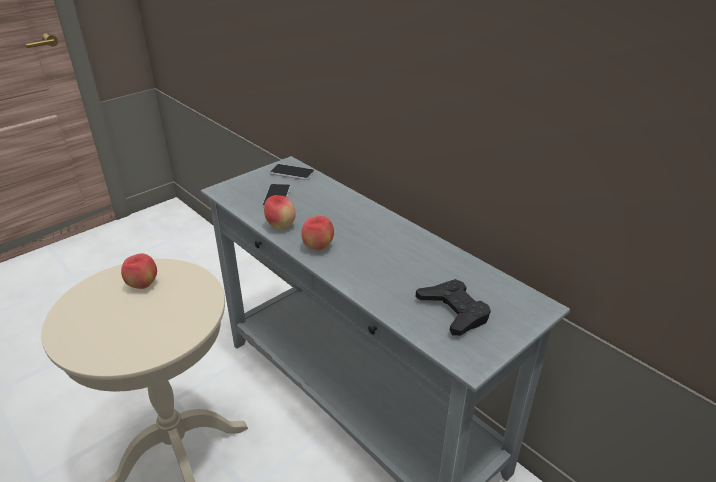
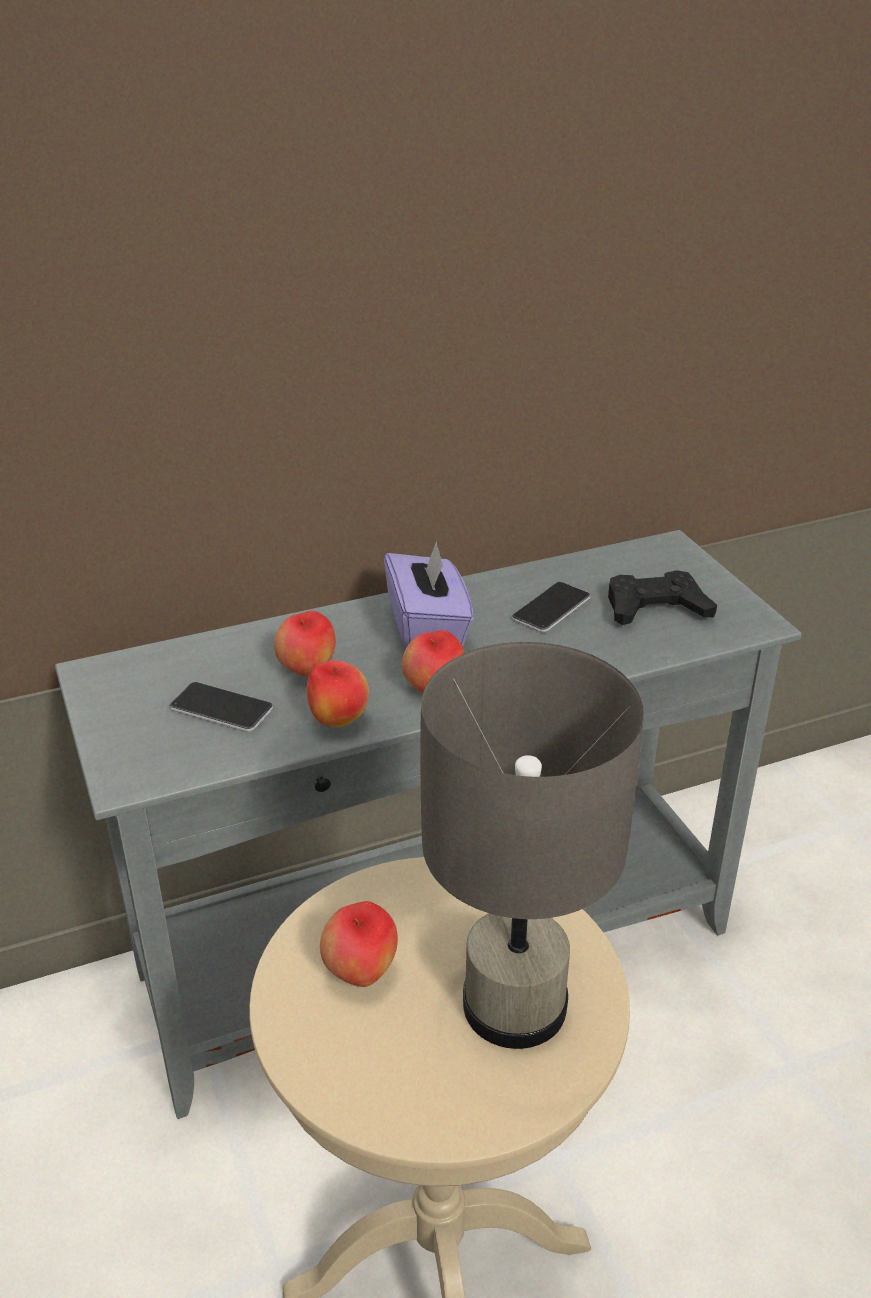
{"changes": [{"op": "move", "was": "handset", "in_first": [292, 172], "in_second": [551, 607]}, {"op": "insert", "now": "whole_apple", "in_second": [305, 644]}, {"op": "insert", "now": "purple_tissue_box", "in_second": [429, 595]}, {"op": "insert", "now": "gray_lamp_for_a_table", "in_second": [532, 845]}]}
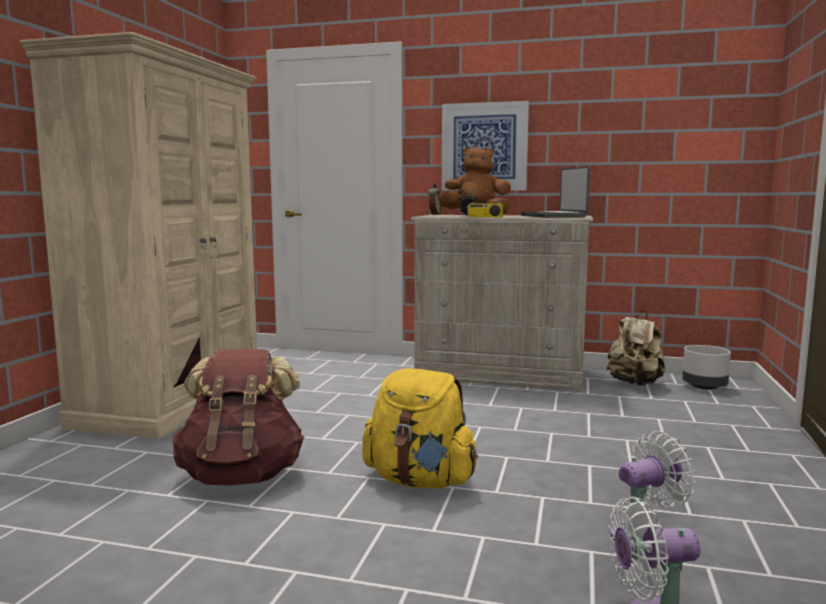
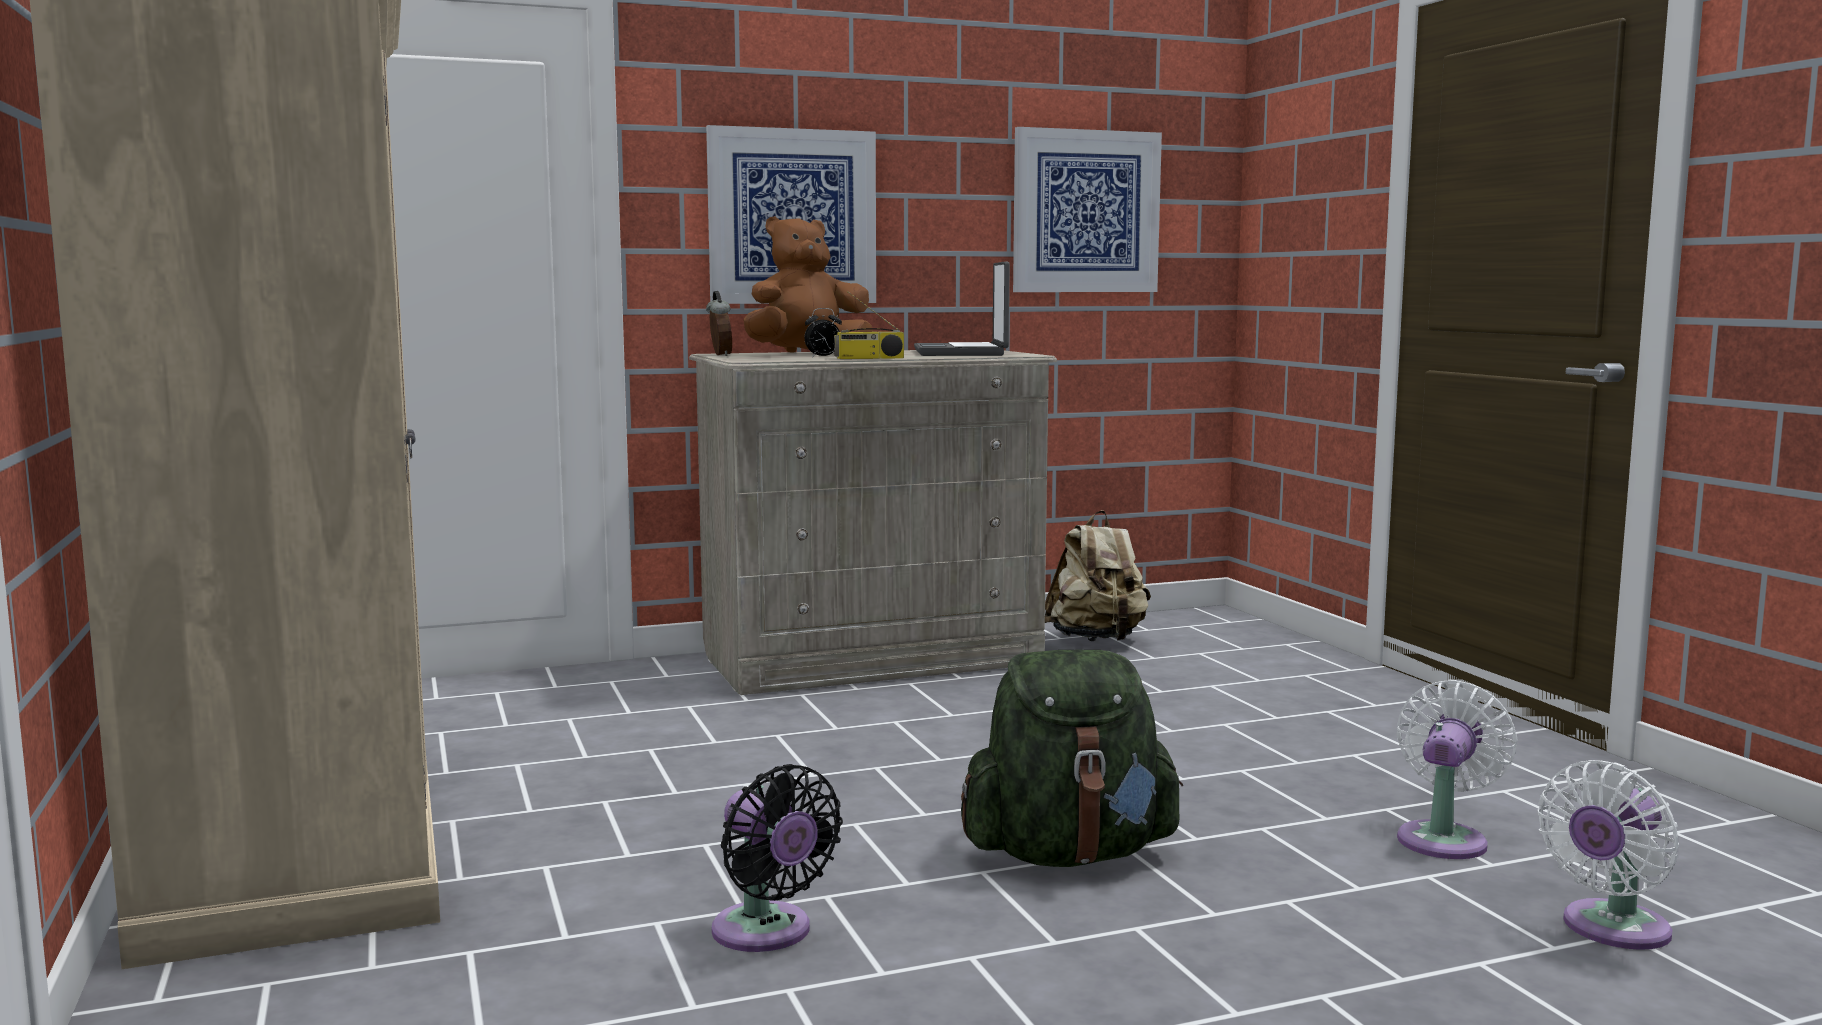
{"changes": [{"op": "replace", "was": "brownish_knapsack", "now": "black-coloured_fan", "in_first": [238, 417], "in_second": [777, 858]}, {"op": "recolor", "was": "yellowish_knapsack", "now": "greenish_knapsack", "in_first": [420, 428], "in_second": [1072, 758]}, {"op": "rotate", "was": "notebook_computer", "in_first": [555, 192], "in_second": [962, 308], "clockwise": 45}, {"op": "delete", "was": "gray_planter", "in_first": [706, 367]}, {"op": "insert", "now": "wall_art", "in_second": [1087, 209]}]}
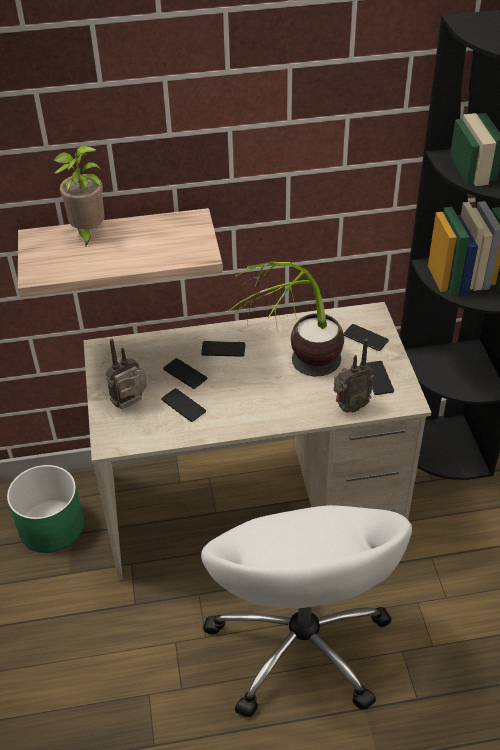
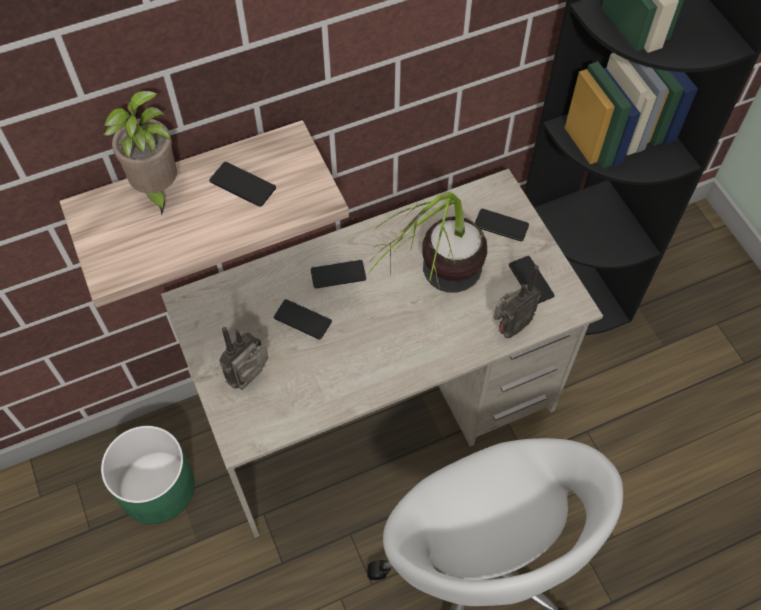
{"changes": [{"op": "move", "was": "handset", "in_first": [183, 405], "in_second": [242, 184]}]}
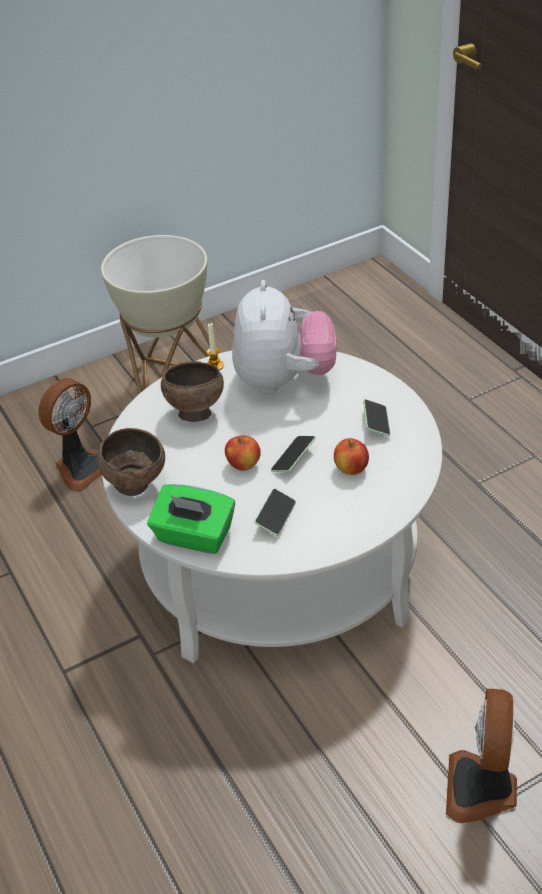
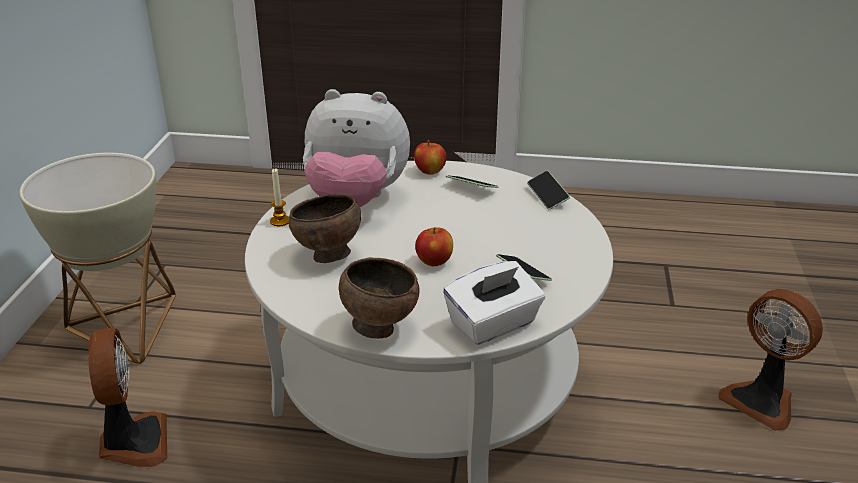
{"changes": [{"op": "recolor", "was": "greenish_tissue_box", "now": "white_tissue_box", "in_first": [191, 519], "in_second": [494, 303]}, {"op": "rotate", "was": "soft_toy", "in_first": [284, 337], "in_second": [356, 148], "clockwise": 150}, {"op": "move", "was": "handset", "in_first": [293, 454], "in_second": [548, 190]}, {"op": "move", "was": "whole_apple", "in_first": [351, 456], "in_second": [430, 157]}]}
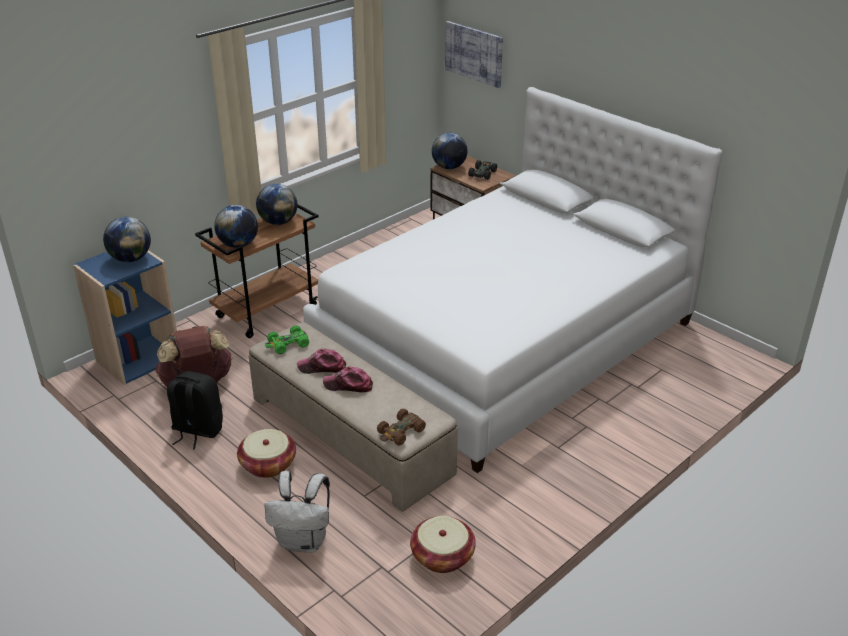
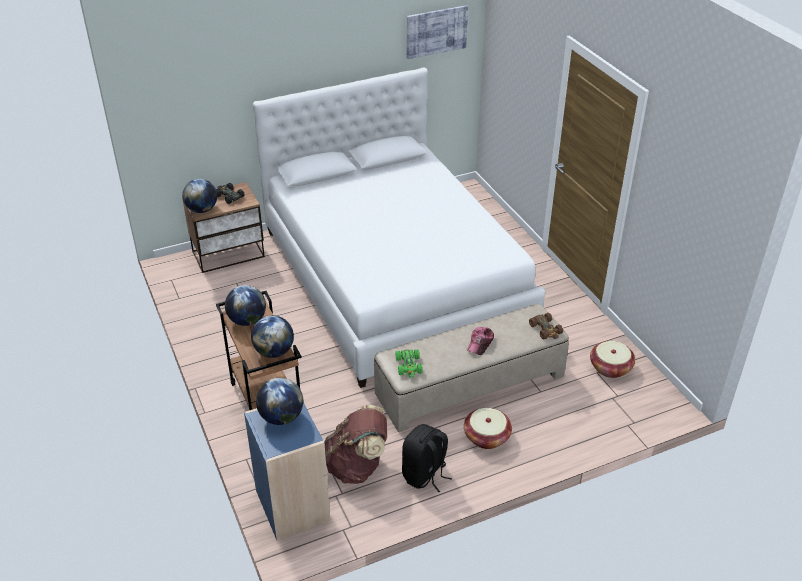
{"changes": [{"op": "delete", "was": "white_knapsack", "in_first": [297, 512]}, {"op": "delete", "was": "cap", "in_first": [321, 361]}, {"op": "move", "was": "wall_art", "in_first": [474, 54], "in_second": [437, 32]}]}
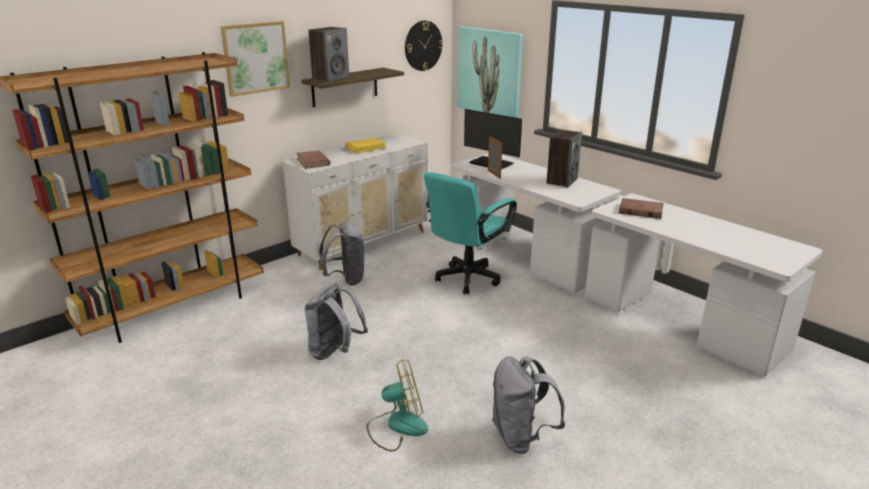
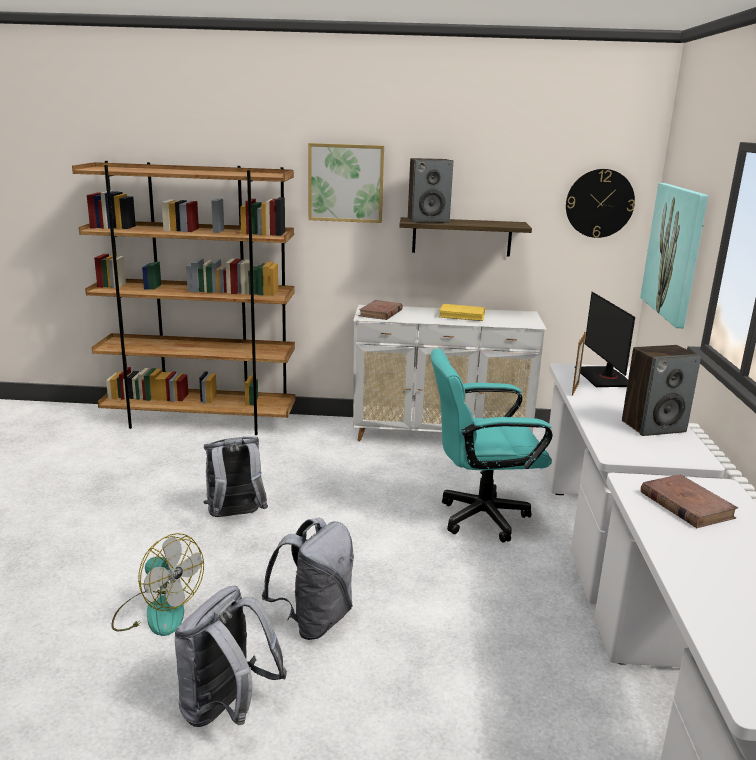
{"changes": [{"op": "move", "was": "gray_knapsack", "in_first": [342, 254], "in_second": [308, 579]}]}
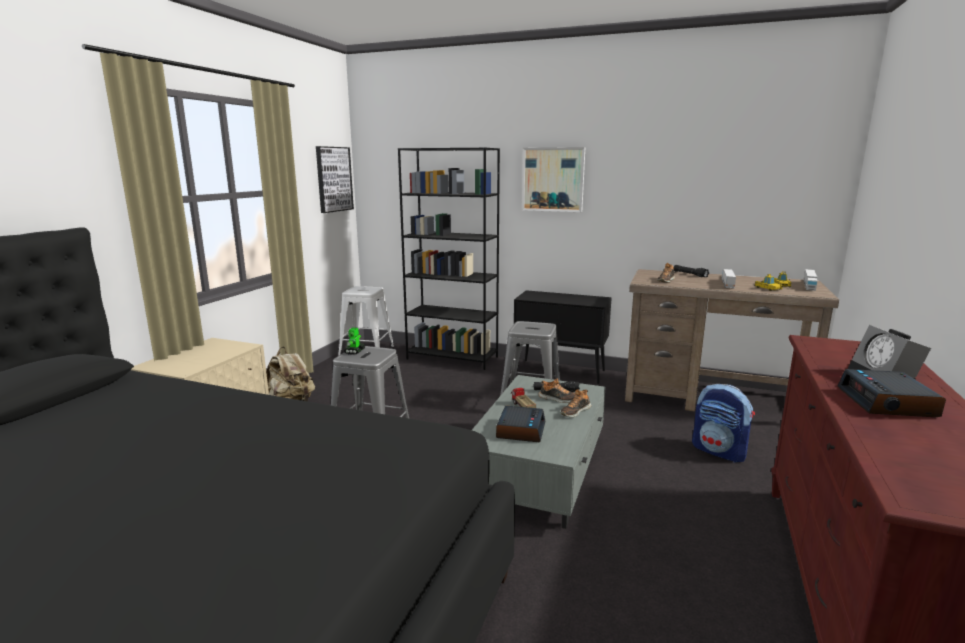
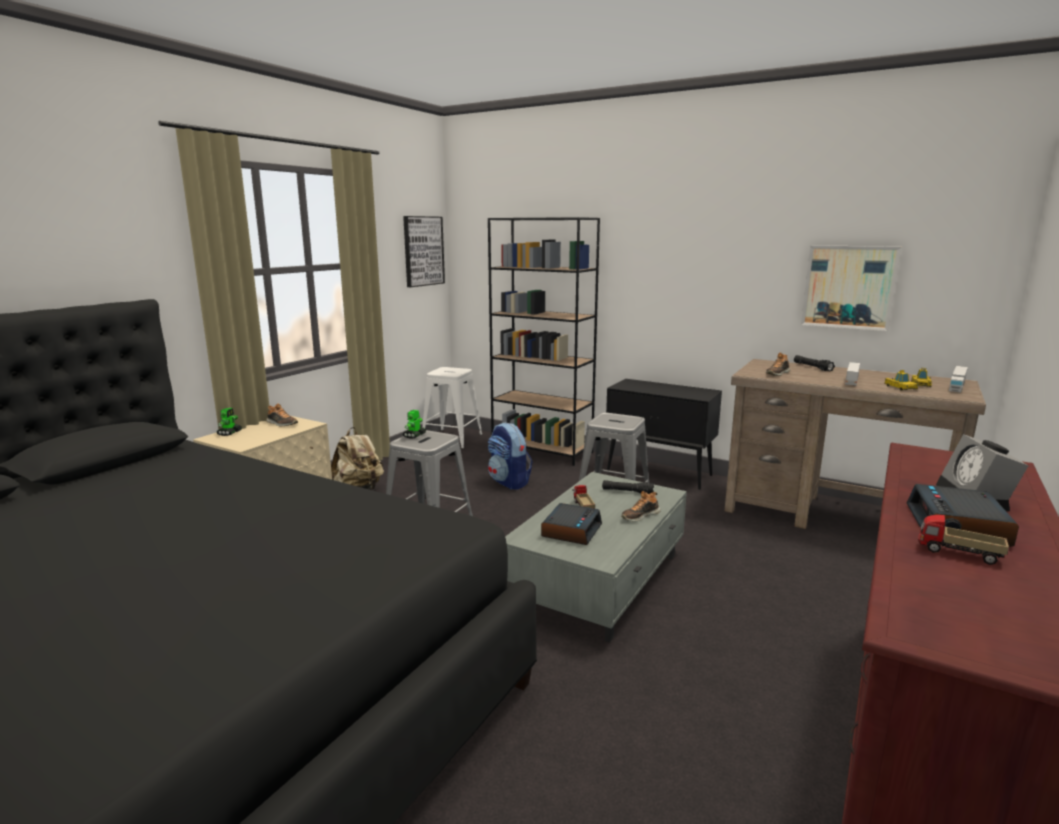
{"changes": [{"op": "recolor", "was": "black-coloured_bookshelf", "now": "beige-coloured_bookshelf", "in_first": [449, 259], "in_second": [544, 341]}, {"op": "move", "was": "wall_art", "in_first": [553, 179], "in_second": [851, 288]}, {"op": "move", "was": "shoe", "in_first": [557, 391], "in_second": [282, 415]}, {"op": "move", "was": "knapsack", "in_first": [723, 423], "in_second": [510, 456]}, {"op": "insert", "now": "robot_figure", "in_second": [229, 422]}, {"op": "insert", "now": "model_truck", "in_second": [963, 540]}]}
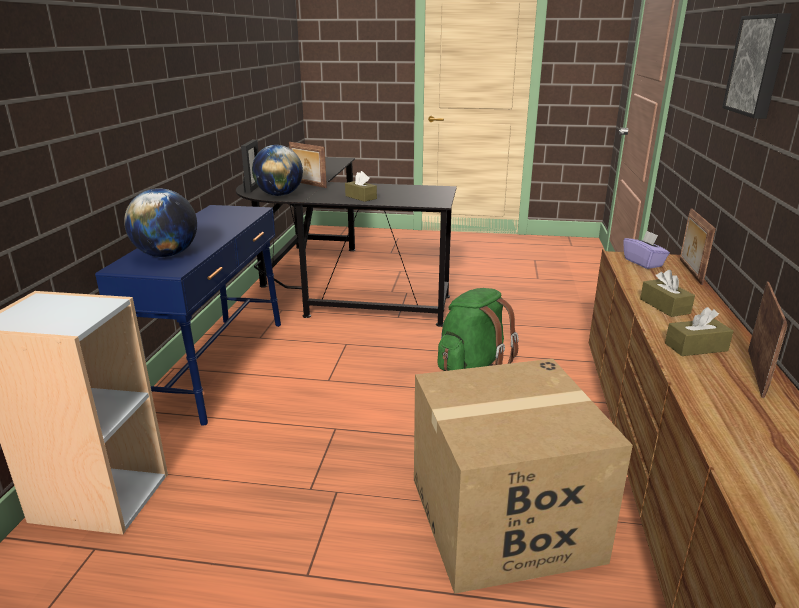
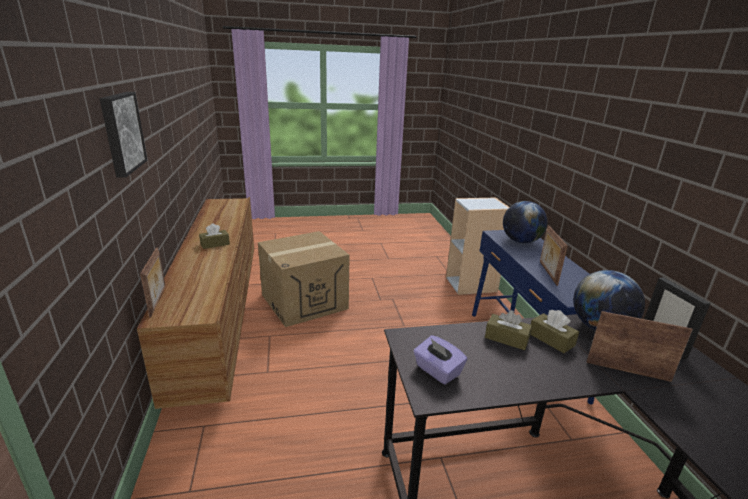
{"changes": [{"op": "delete", "was": "greenish_knapsack", "in_first": [478, 329]}, {"op": "move", "was": "purple_tissue_box", "in_first": [646, 250], "in_second": [440, 360]}, {"op": "move", "was": "brownish_tissue_box", "in_first": [667, 293], "in_second": [555, 331]}, {"op": "move", "was": "standing_frame", "in_first": [767, 340], "in_second": [554, 255]}]}
